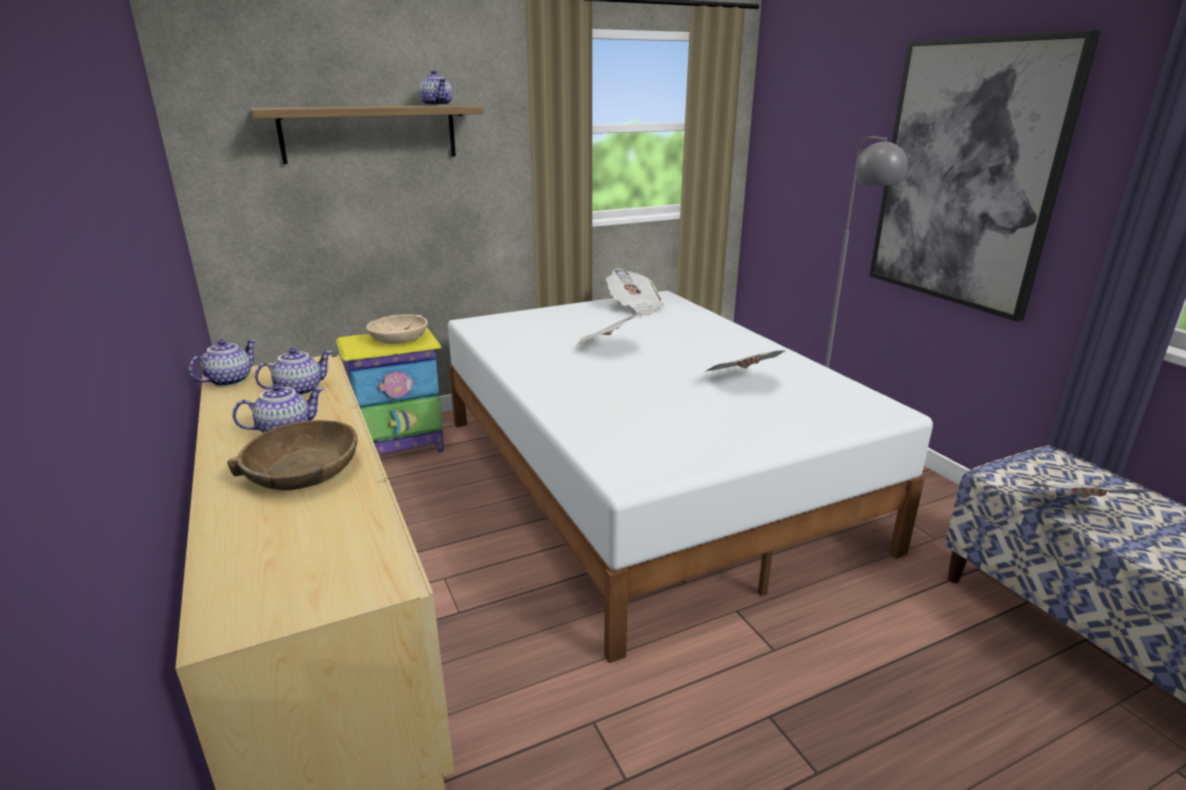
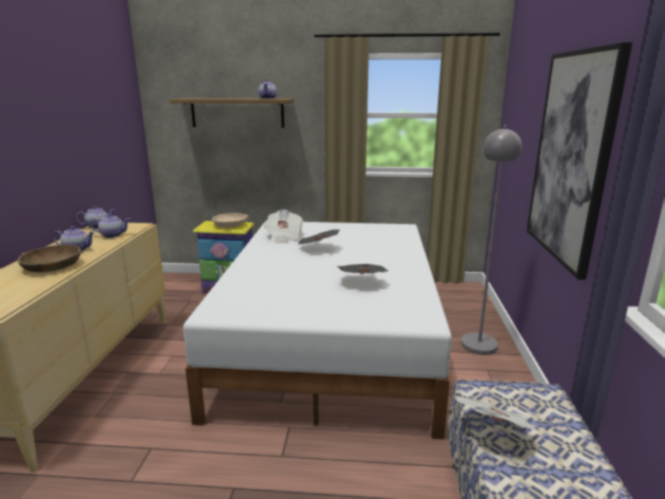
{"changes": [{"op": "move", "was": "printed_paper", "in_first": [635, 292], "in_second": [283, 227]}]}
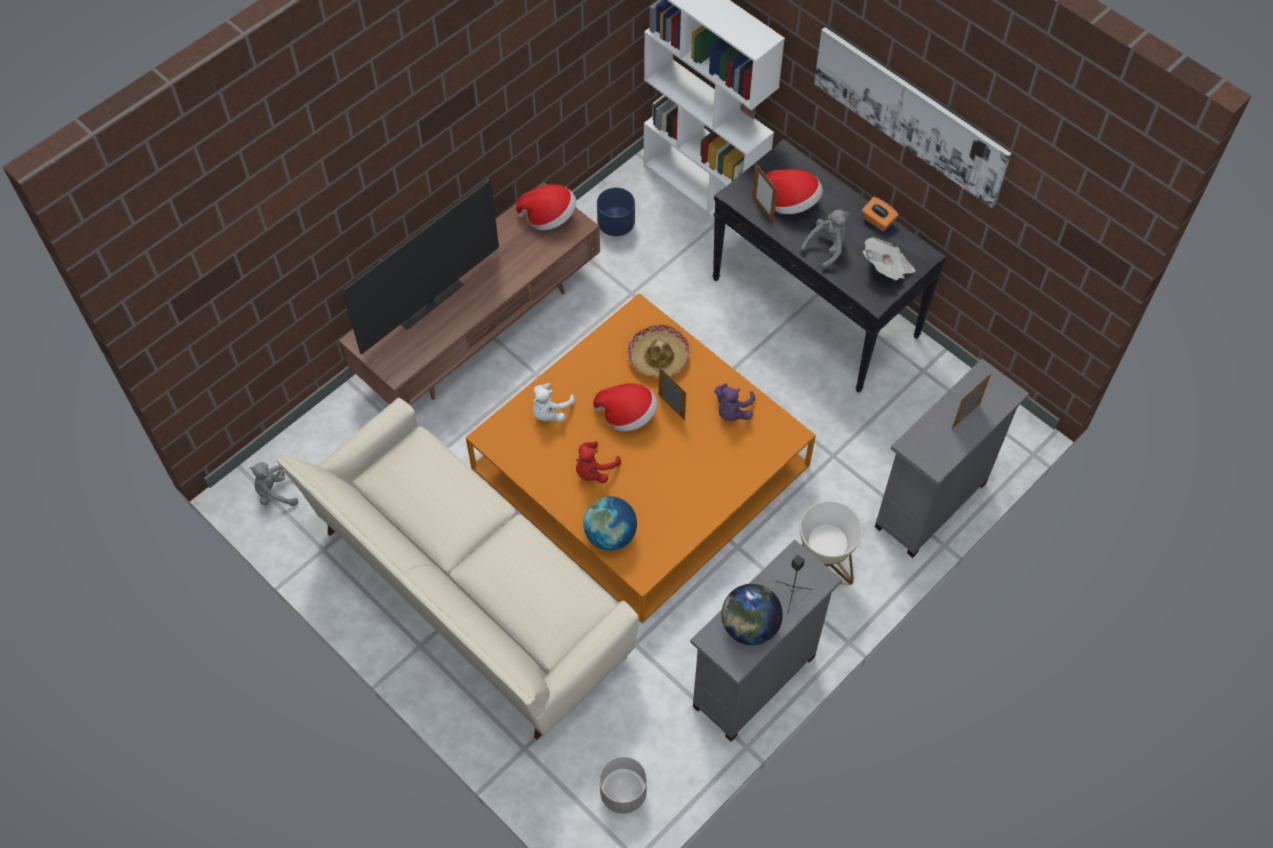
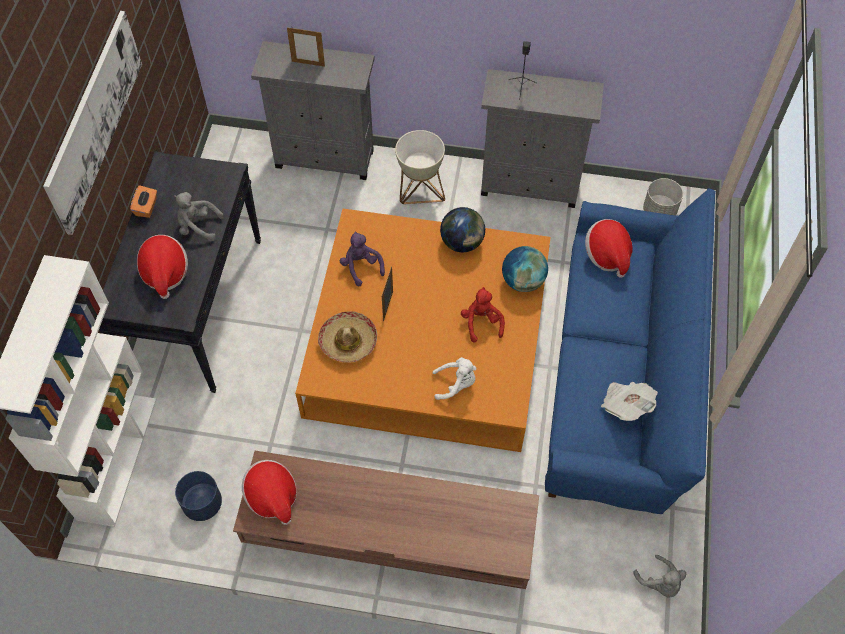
{"changes": [{"op": "recolor", "was": "beige-coloured_sofa", "now": "blue-coloured_sofa", "in_first": [458, 569], "in_second": [630, 351]}, {"op": "delete", "was": "TV_set", "in_first": [421, 267]}, {"op": "rotate", "was": "reddish_soft_toy", "in_first": [598, 462], "in_second": [483, 314], "clockwise": -105}, {"op": "move", "was": "hat", "in_first": [625, 407], "in_second": [609, 248]}, {"op": "rotate", "was": "purple_soft_toy", "in_first": [734, 402], "in_second": [362, 258], "clockwise": -105}, {"op": "move", "was": "world_globe", "in_first": [752, 614], "in_second": [462, 229]}, {"op": "delete", "was": "standing_frame", "in_first": [765, 193]}, {"op": "move", "was": "printed_paper", "in_first": [889, 259], "in_second": [629, 401]}]}
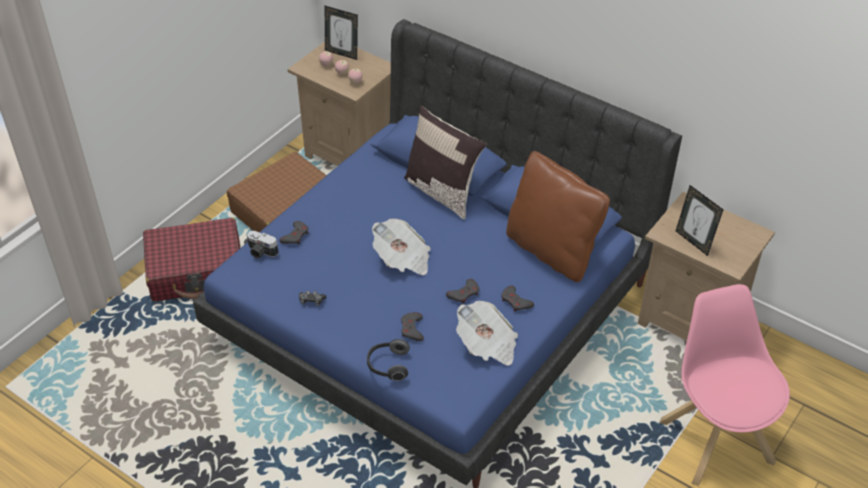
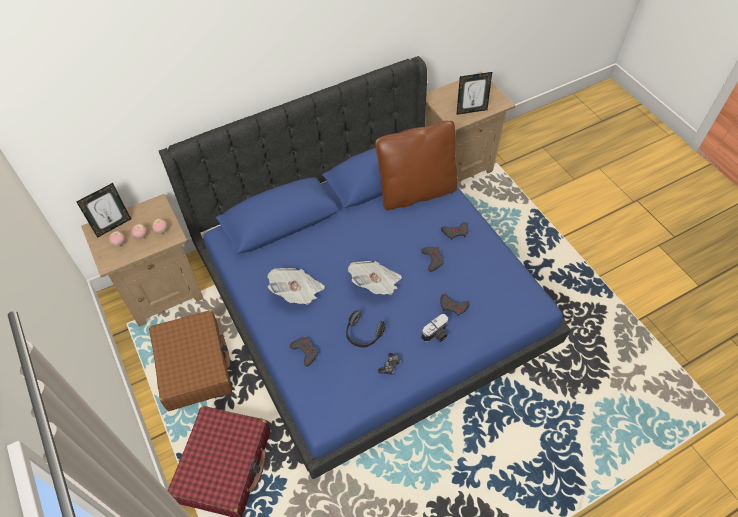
{"changes": [{"op": "move", "was": "photo_camera", "in_first": [263, 245], "in_second": [435, 328]}, {"op": "move", "was": "headphones", "in_first": [388, 360], "in_second": [365, 328]}, {"op": "delete", "was": "throw_pillow", "in_first": [445, 162]}, {"op": "move", "was": "printed_paper", "in_first": [487, 333], "in_second": [296, 286]}, {"op": "delete", "was": "pinkish_upright_chair", "in_first": [724, 385]}]}
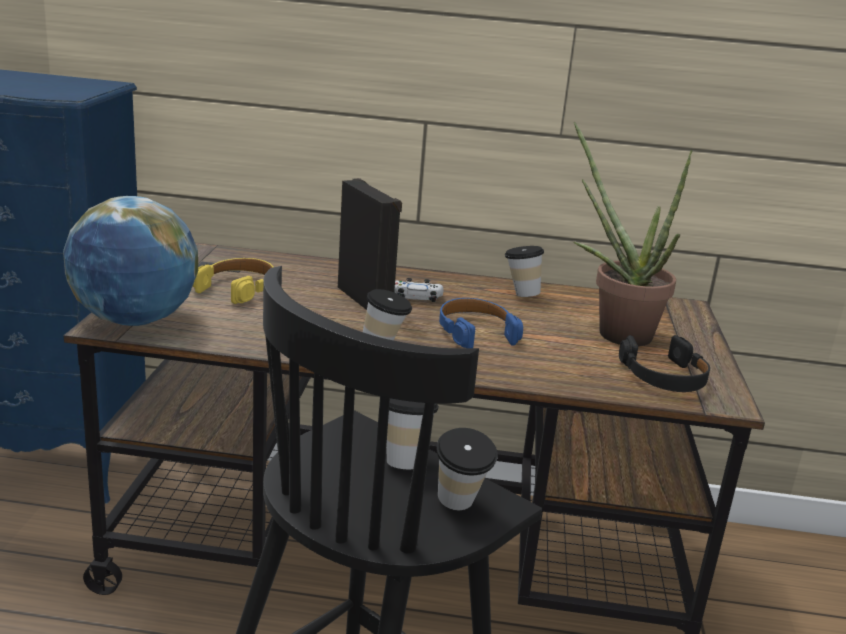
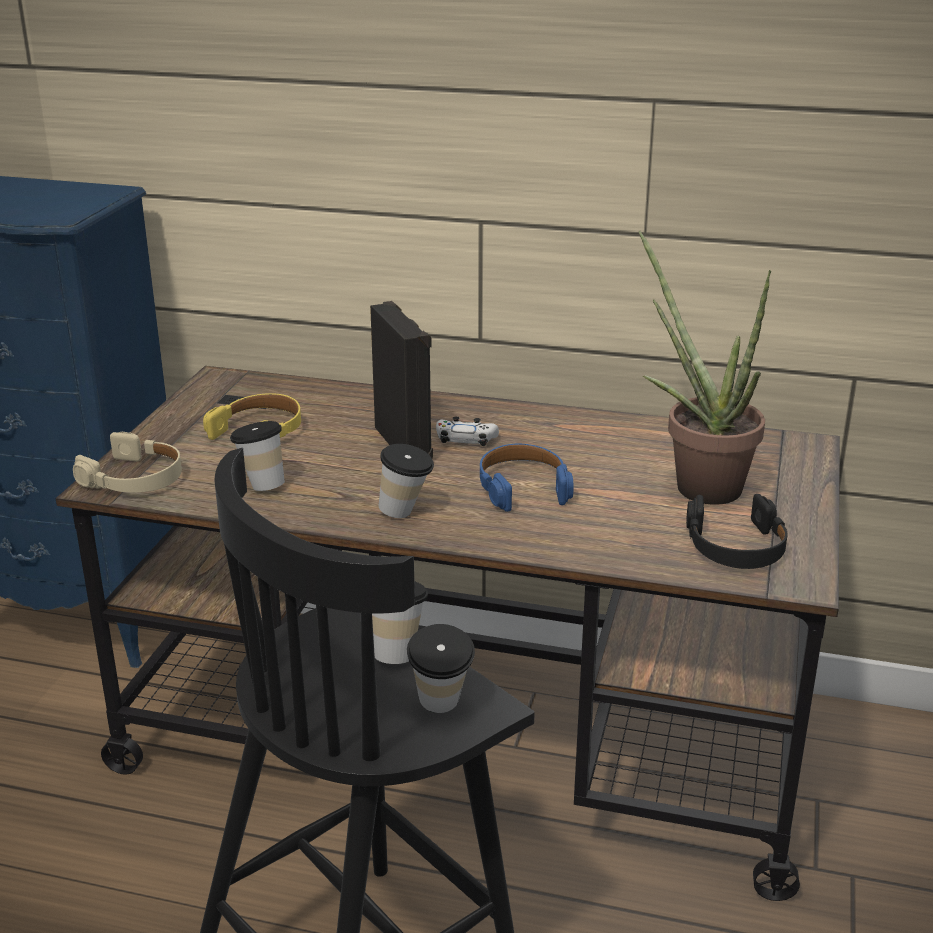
{"changes": [{"op": "replace", "was": "world_globe", "now": "beige-coloured_headphones", "in_first": [130, 261], "in_second": [127, 462]}, {"op": "move", "was": "drinking_cup", "in_first": [524, 271], "in_second": [257, 456]}]}
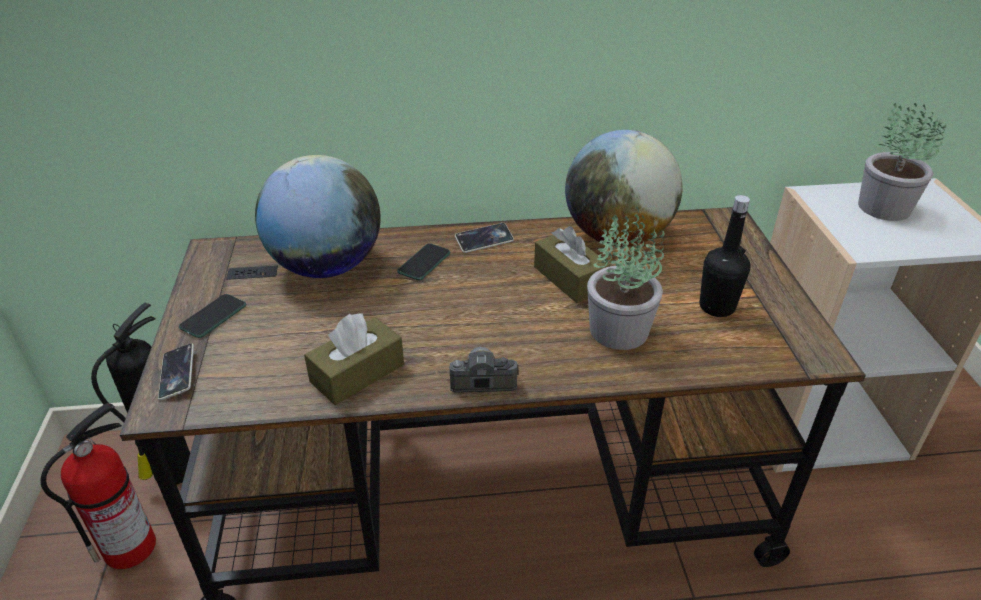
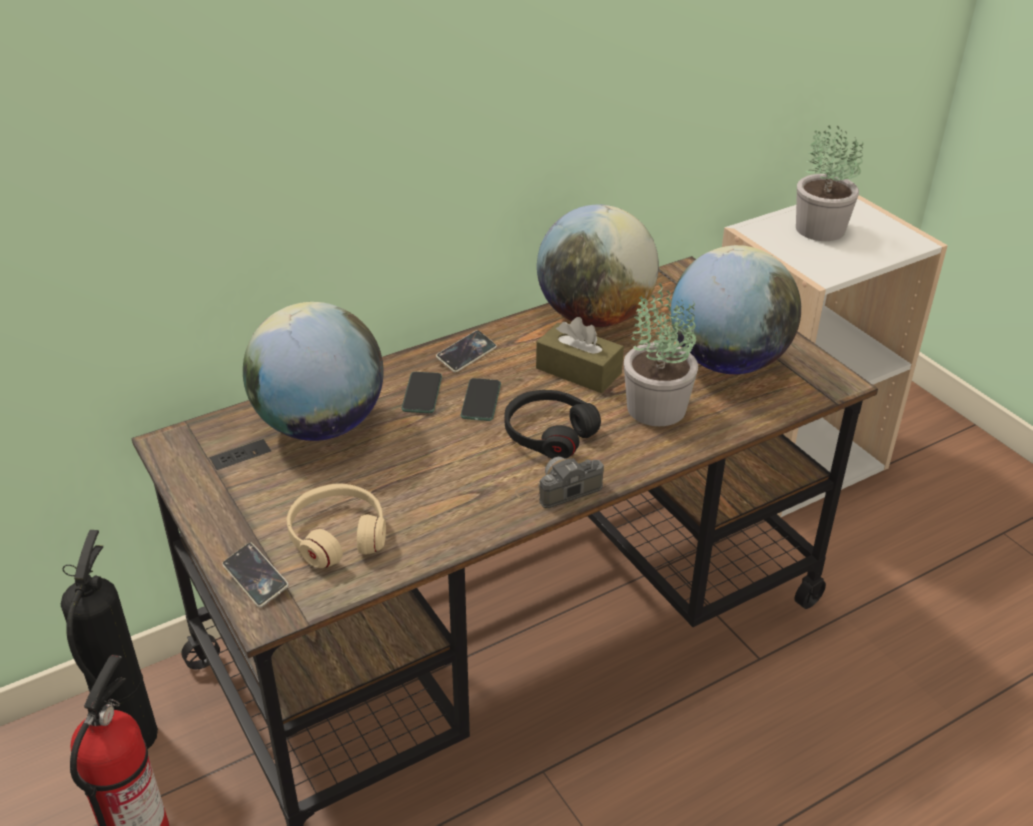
{"changes": [{"op": "move", "was": "handset", "in_first": [212, 316], "in_second": [481, 399]}, {"op": "delete", "was": "brownish_tissue_box", "in_first": [354, 359]}, {"op": "replace", "was": "black-coloured_beverage_bottle", "now": "world_globe", "in_first": [725, 256], "in_second": [736, 309]}, {"op": "insert", "now": "beige-coloured_headphones", "in_second": [336, 525]}, {"op": "insert", "now": "black-coloured_headphones", "in_second": [553, 424]}]}
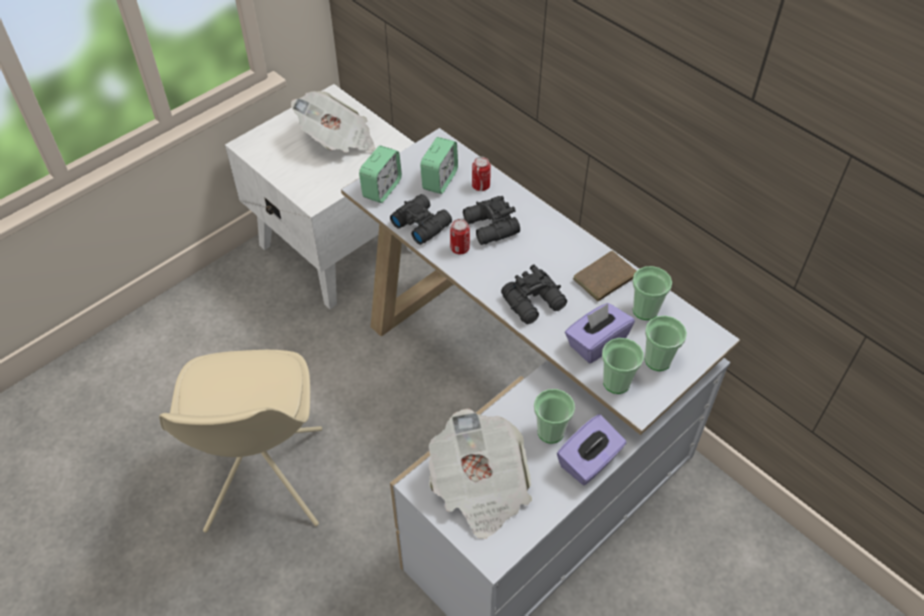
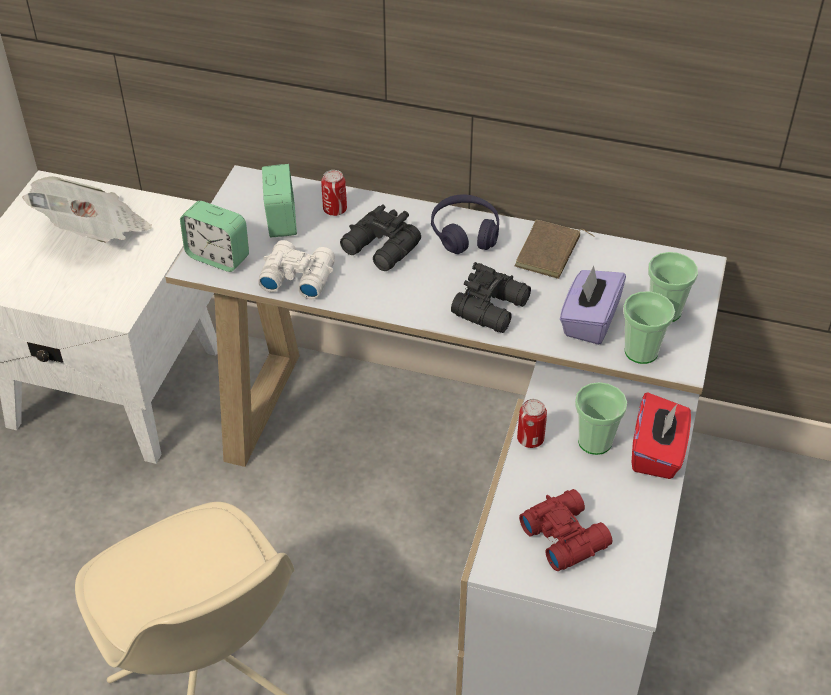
{"changes": [{"op": "rotate", "was": "table_clock", "in_first": [380, 174], "in_second": [214, 236], "clockwise": 120}, {"op": "recolor", "was": "black-coloured_pair_of_binoculars", "now": "white_pair_of_binoculars", "in_first": [421, 219], "in_second": [296, 269]}, {"op": "replace", "was": "printed_paper", "now": "reddish_pair_of_binoculars", "in_first": [480, 473], "in_second": [565, 530]}, {"op": "move", "was": "sealed_can", "in_first": [460, 236], "in_second": [532, 423]}, {"op": "recolor", "was": "purple_tissue_box", "now": "reddish_tissue_box", "in_first": [591, 449], "in_second": [661, 435]}, {"op": "delete", "was": "drinking_cup", "in_first": [652, 293]}, {"op": "insert", "now": "purple_headphones", "in_second": [465, 224]}]}
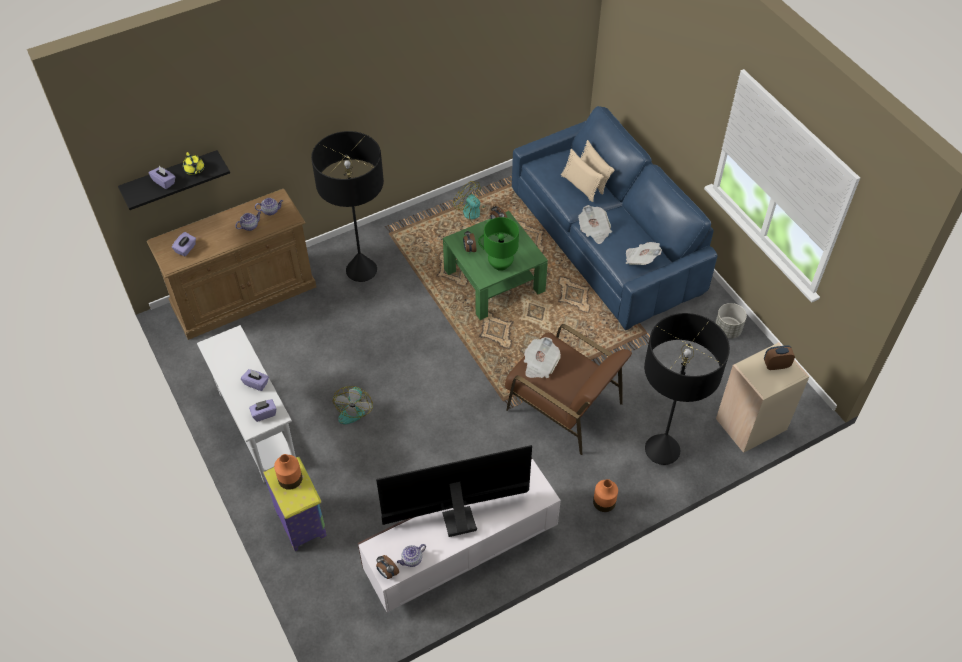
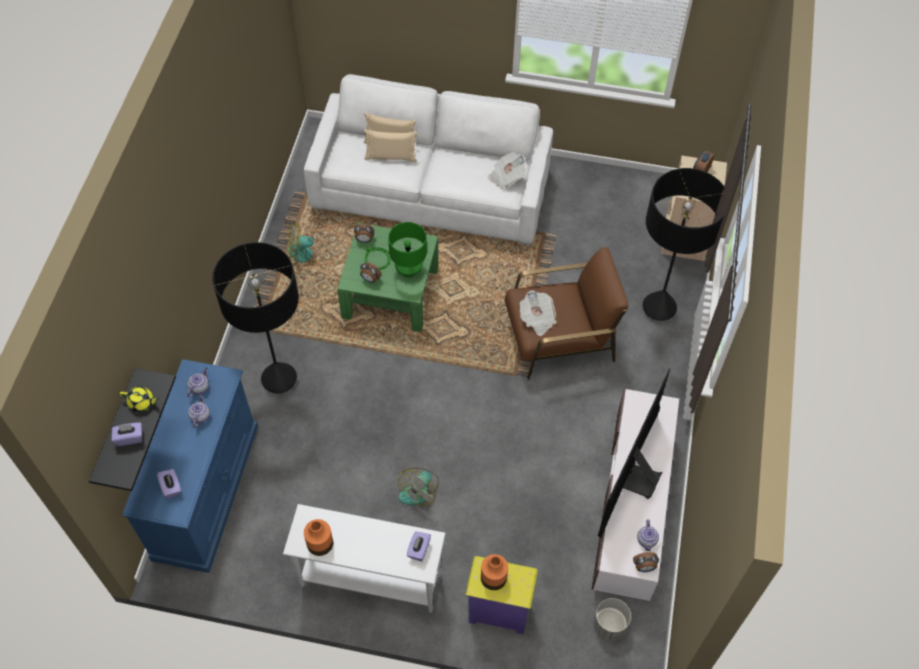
{"changes": [{"op": "recolor", "was": "brownish_cupboard", "now": "blue-coloured_cupboard", "in_first": [231, 264], "in_second": [190, 466]}, {"op": "delete", "was": "purple_tissue_box", "in_first": [255, 380]}, {"op": "rotate", "was": "fan", "in_first": [352, 405], "in_second": [418, 487], "clockwise": 75}, {"op": "recolor", "was": "blue-coloured_sofa", "now": "white_sofa", "in_first": [615, 218], "in_second": [428, 159]}, {"op": "delete", "was": "printed_paper", "in_first": [595, 224]}, {"op": "move", "was": "orange-coloured_vase", "in_first": [605, 495], "in_second": [318, 537]}, {"op": "move", "was": "gray_planter", "in_first": [731, 321], "in_second": [612, 619]}]}
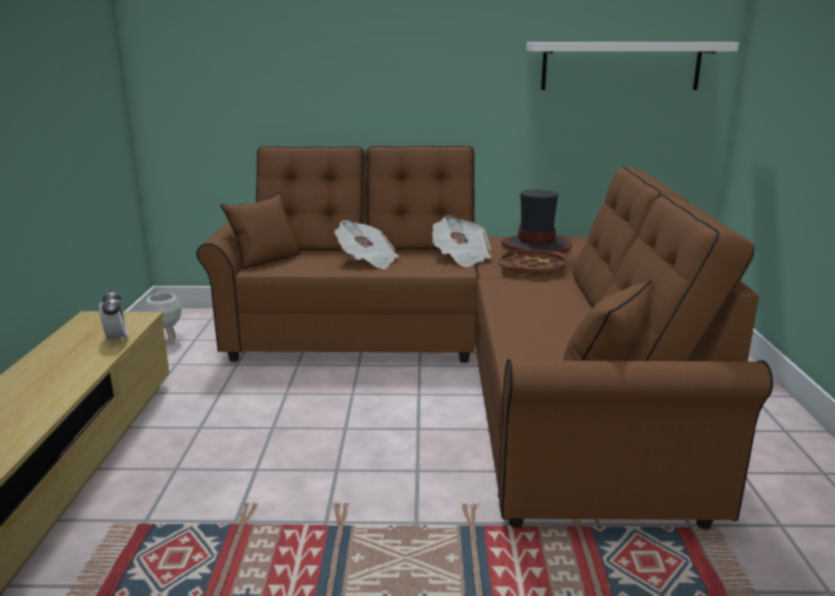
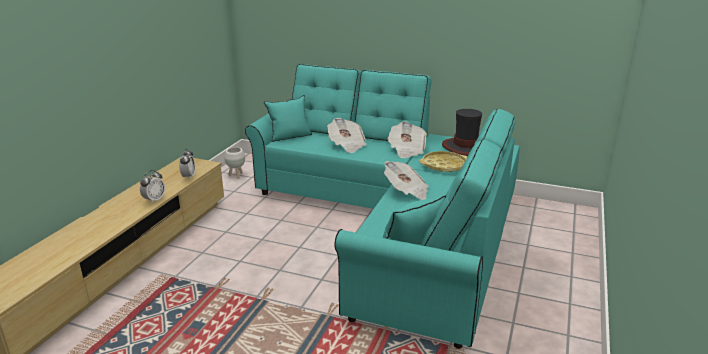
{"changes": [{"op": "recolor", "was": "brownish_sofa", "now": "turquoise_sofa", "in_first": [484, 337], "in_second": [382, 206]}, {"op": "recolor", "was": "brownish_carrying_tray", "now": "yellowish_carrying_tray", "in_first": [532, 263], "in_second": [443, 161]}, {"op": "delete", "was": "white_shelf", "in_first": [632, 66]}, {"op": "insert", "now": "table_clock", "in_second": [152, 186]}, {"op": "insert", "now": "printed_paper", "in_second": [406, 180]}]}
